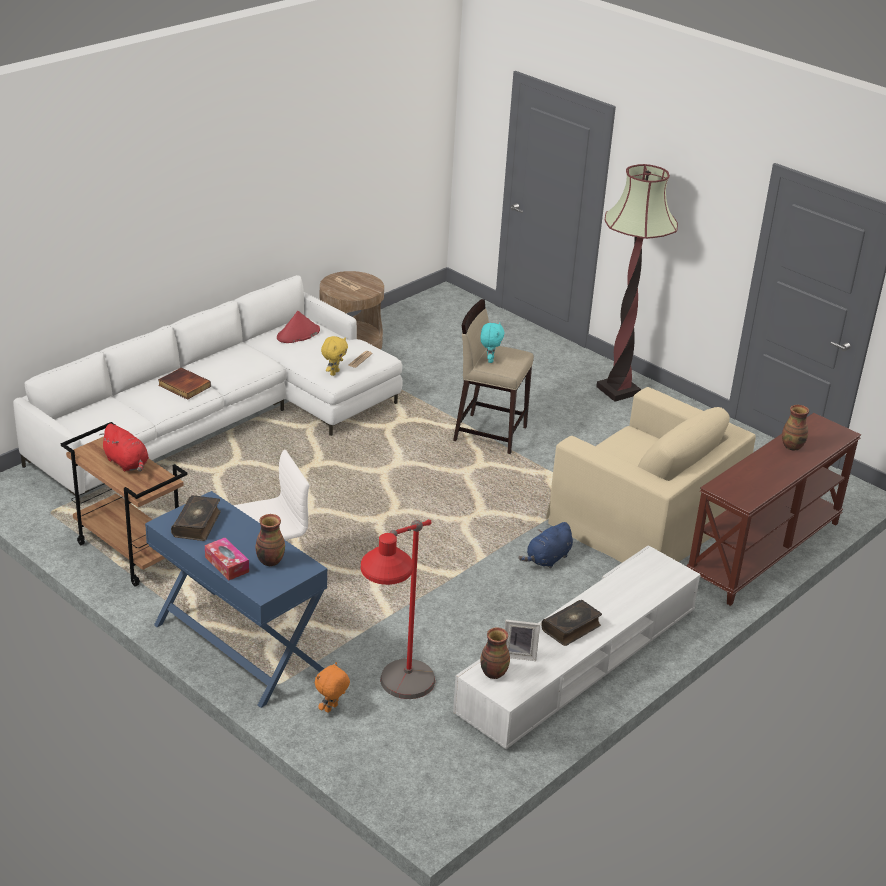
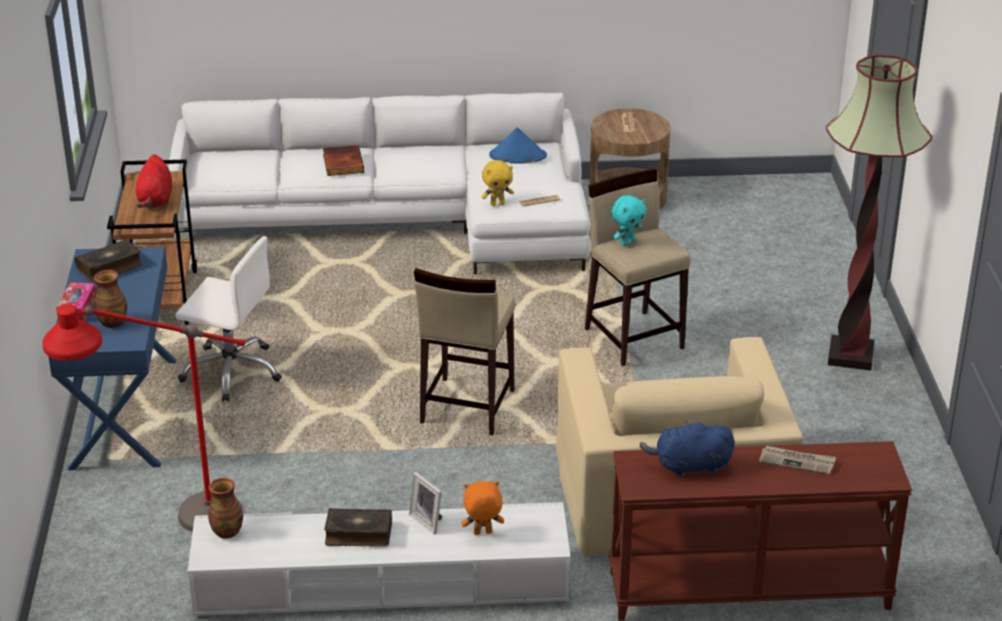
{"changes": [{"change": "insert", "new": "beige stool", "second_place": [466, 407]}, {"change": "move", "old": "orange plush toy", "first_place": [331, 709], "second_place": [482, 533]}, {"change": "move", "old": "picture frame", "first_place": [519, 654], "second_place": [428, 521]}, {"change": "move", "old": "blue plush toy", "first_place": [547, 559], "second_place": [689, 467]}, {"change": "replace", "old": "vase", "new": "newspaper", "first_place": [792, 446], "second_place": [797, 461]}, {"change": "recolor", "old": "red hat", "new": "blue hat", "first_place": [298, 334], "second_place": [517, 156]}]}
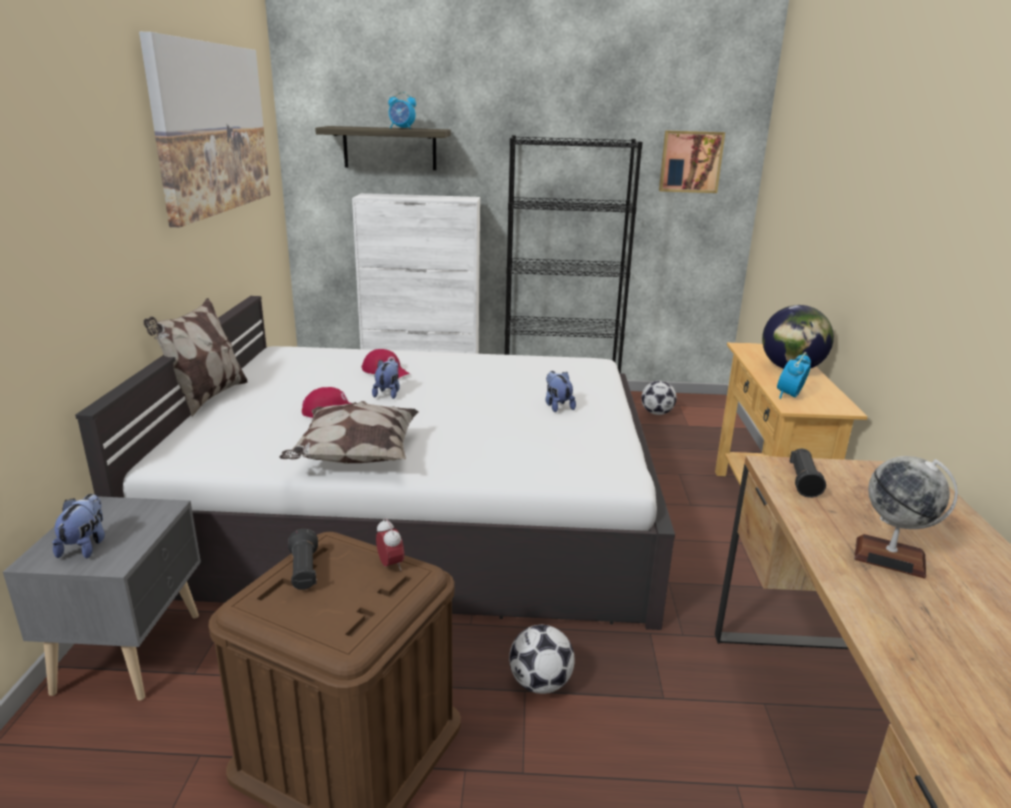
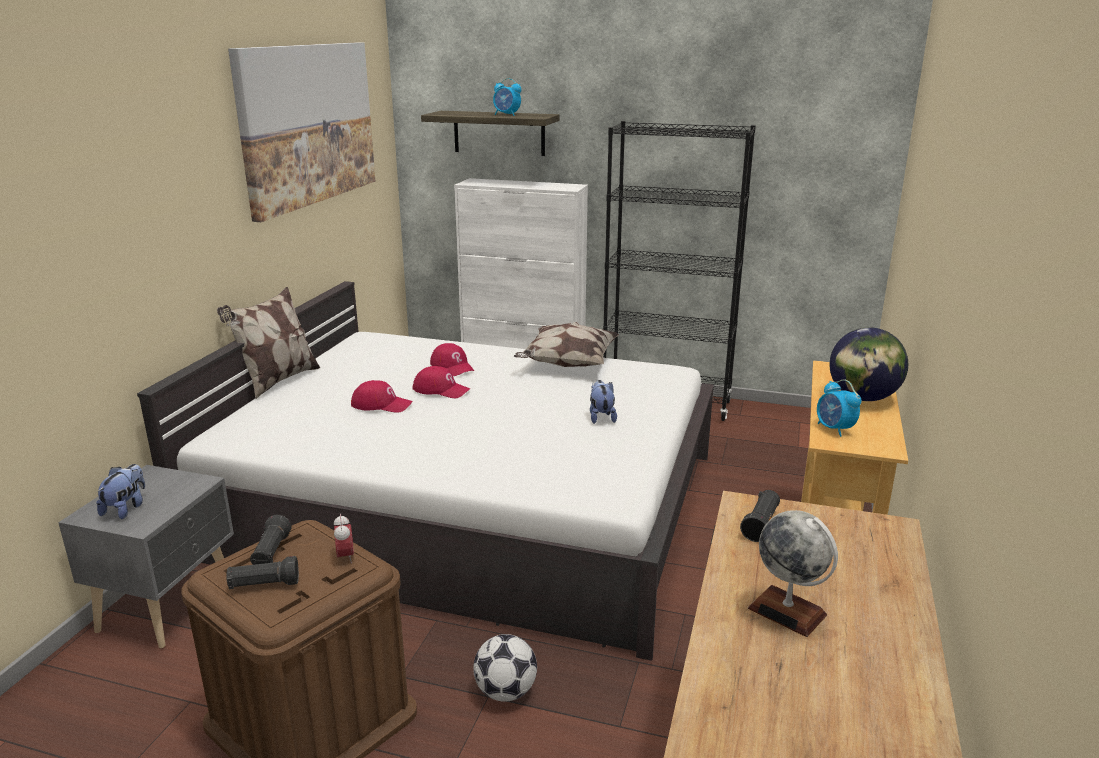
{"changes": [{"change": "delete", "old": "football", "first_place": [657, 413]}, {"change": "delete", "old": "picture", "first_place": [690, 161]}, {"change": "insert", "new": "black flashlight", "second_place": [264, 585]}, {"change": "move", "old": "pillow", "first_place": [355, 457], "second_place": [567, 364]}, {"change": "replace", "old": "plush toy", "new": "red cap", "first_place": [388, 393], "second_place": [441, 389]}, {"change": "rotate", "old": "alarm clock", "first_place": [789, 396], "second_place": [834, 429], "degrees": -75}]}
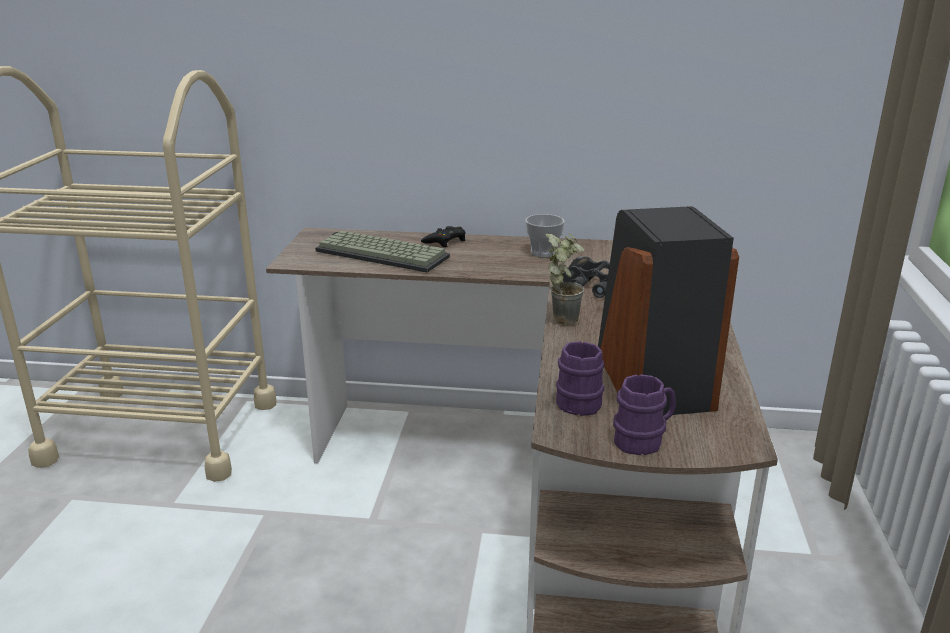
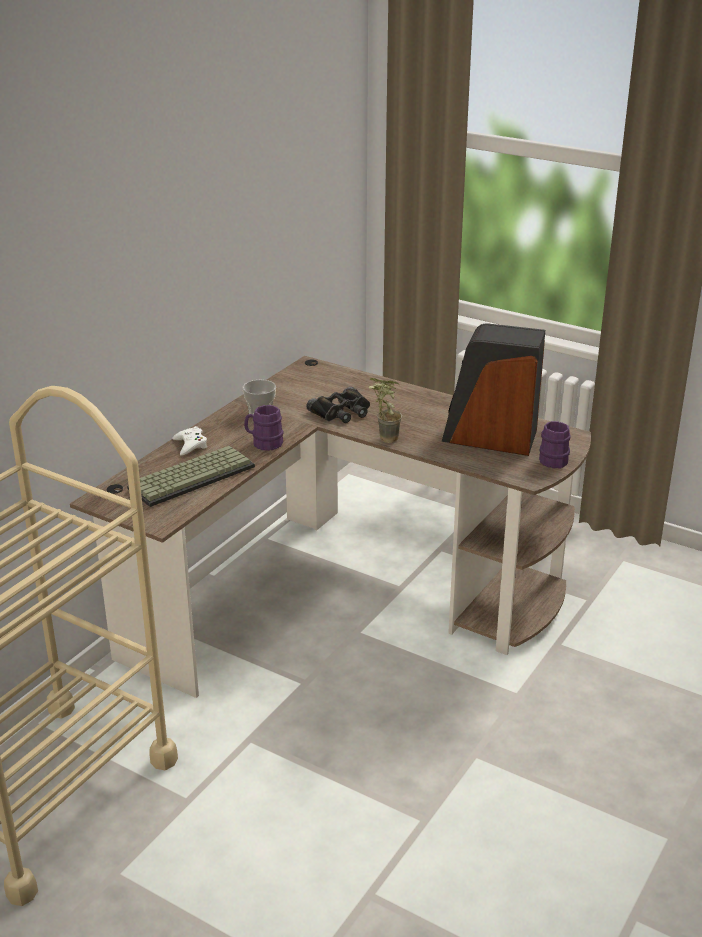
{"changes": [{"change": "move", "old": "purple mug", "first_place": [576, 400], "second_place": [264, 443]}, {"change": "recolor", "old": "black game controller", "new": "white game controller", "first_place": [445, 241], "second_place": [190, 445]}]}
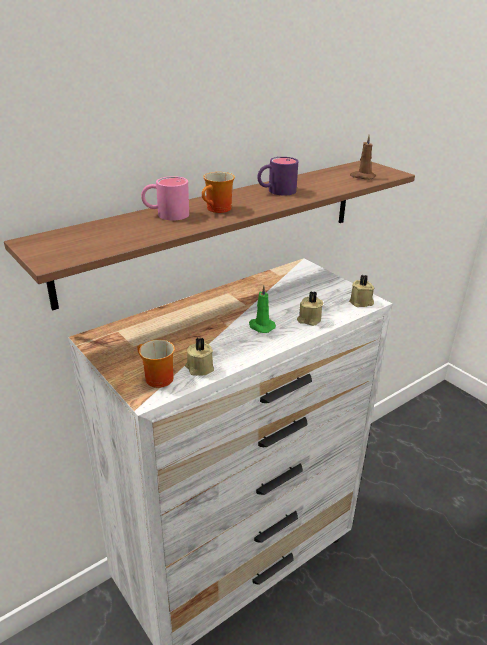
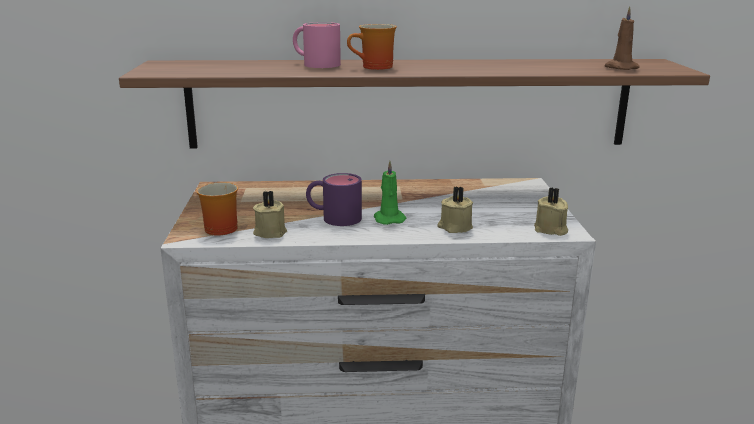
{"changes": [{"change": "move", "old": "purple mug", "first_place": [276, 191], "second_place": [333, 217]}]}
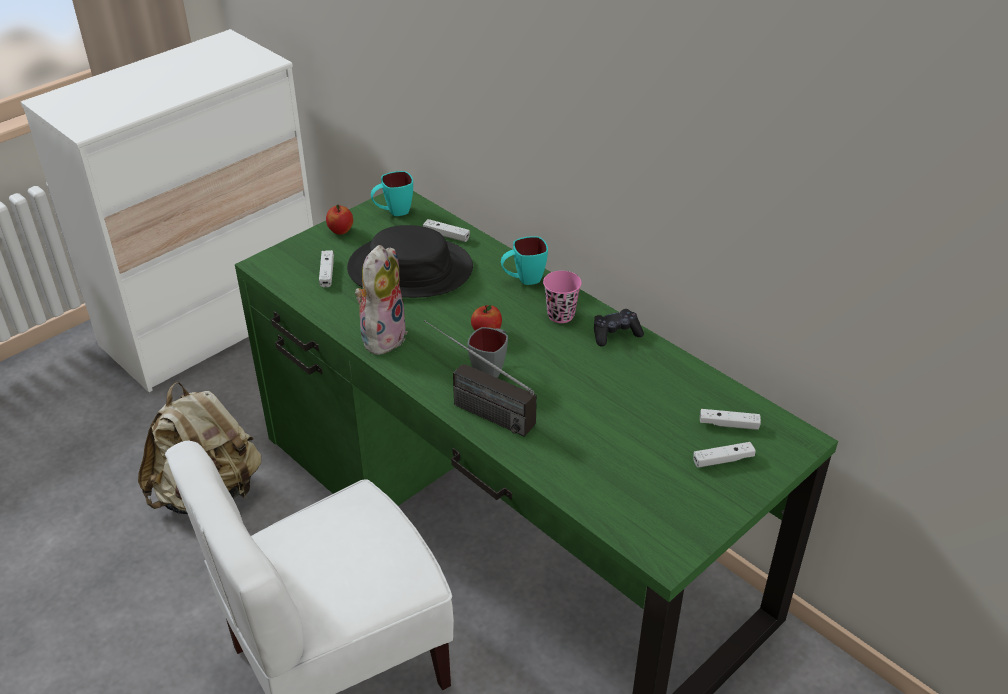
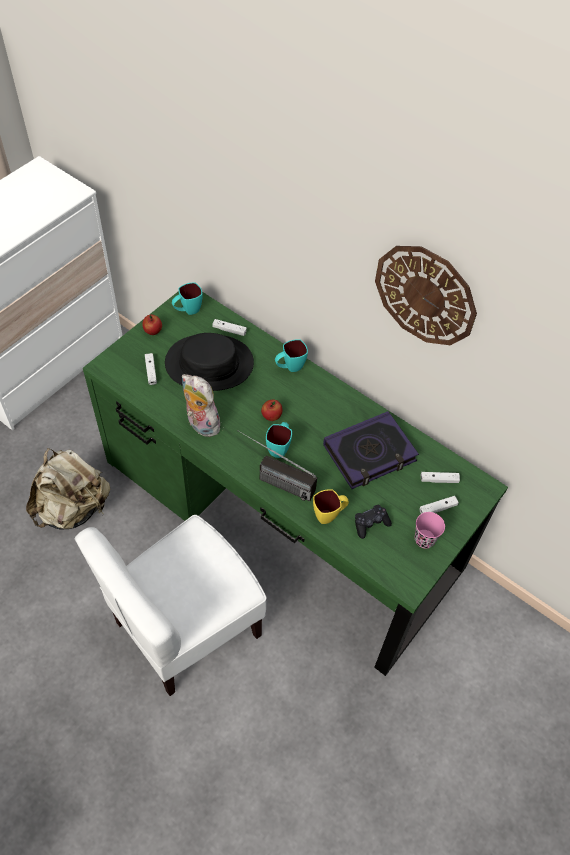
{"changes": [{"change": "insert", "new": "yellow mug", "second_place": [329, 515]}, {"change": "insert", "new": "book", "second_place": [369, 454]}, {"change": "insert", "new": "wall clock", "second_place": [425, 295]}, {"change": "move", "old": "pink cup", "first_place": [560, 315], "second_place": [424, 539]}, {"change": "move", "old": "black game controller", "first_place": [615, 334], "second_place": [370, 523]}, {"change": "recolor", "old": "grey mug", "new": "turquoise mug", "first_place": [491, 369], "second_place": [279, 447]}, {"change": "rotate", "old": "plush toy", "first_place": [382, 335], "second_place": [200, 424], "degrees": -60}]}
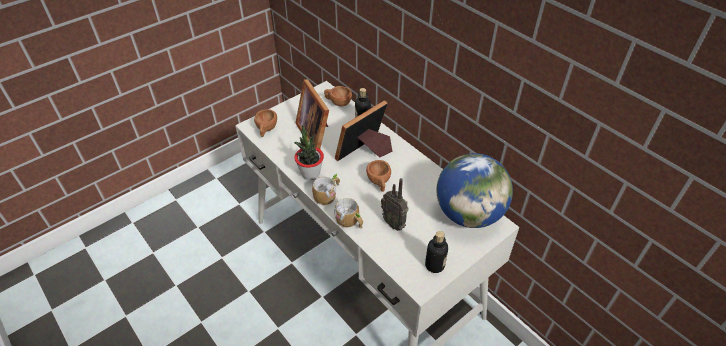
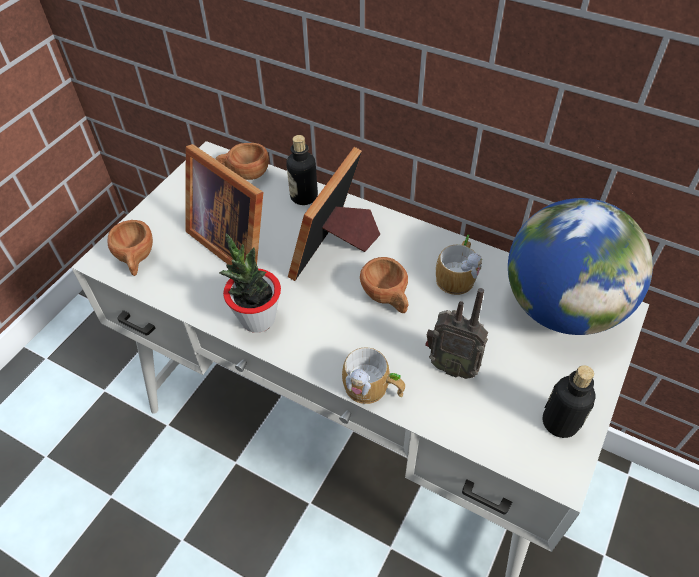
{"changes": [{"change": "move", "old": "mug", "first_place": [328, 195], "second_place": [458, 275]}]}
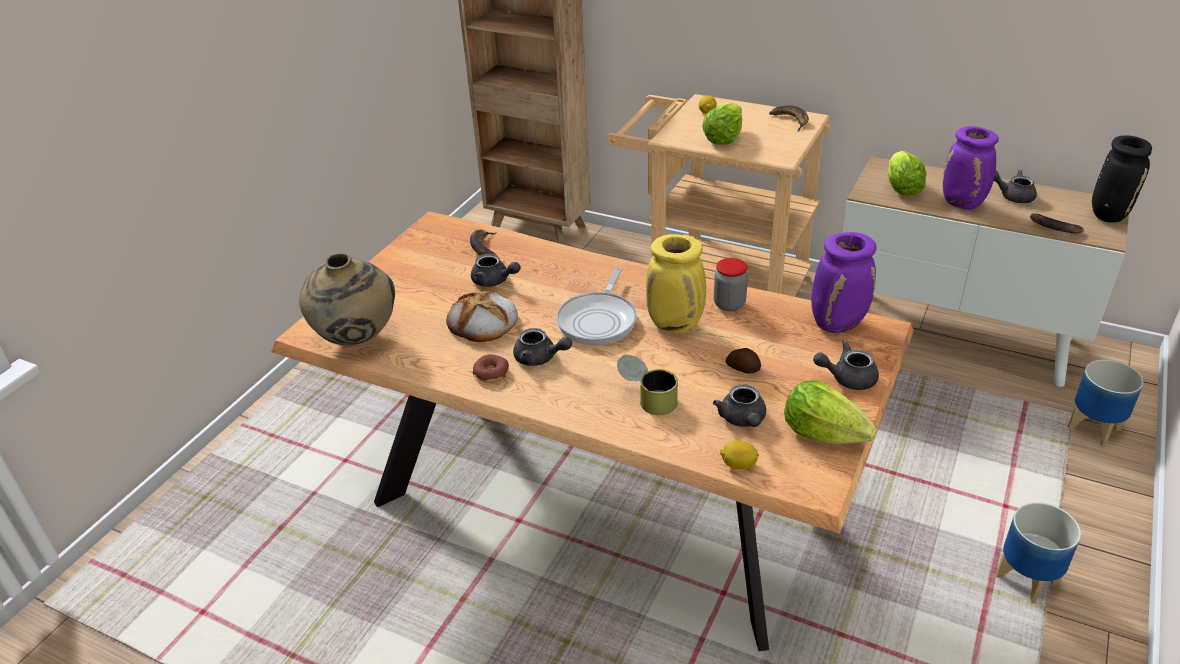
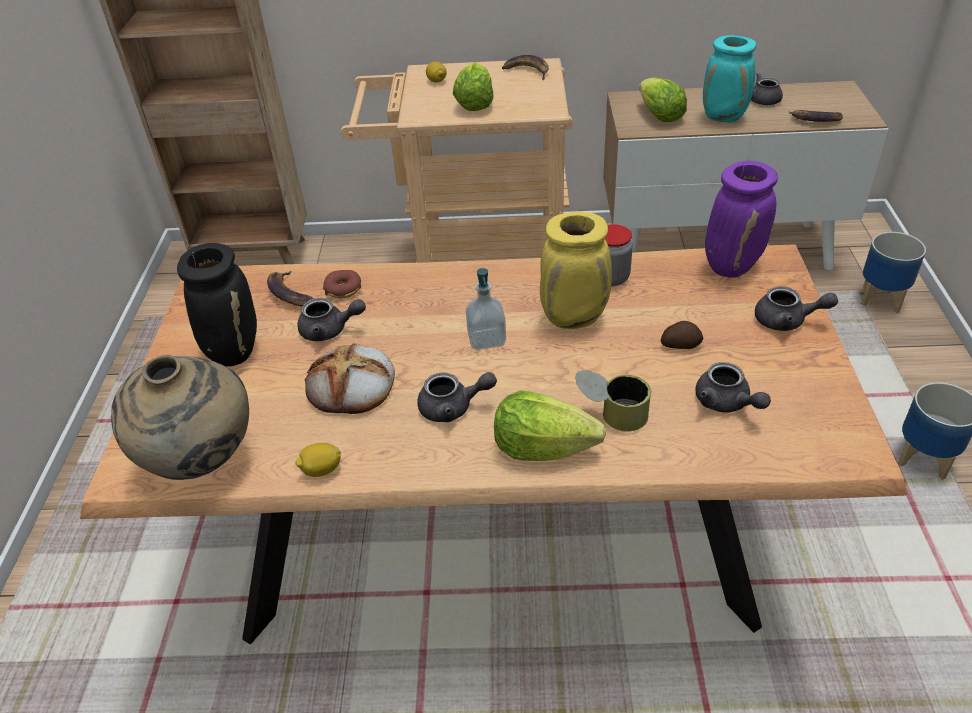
{"changes": [{"change": "move", "old": "donut", "first_place": [491, 373], "second_place": [343, 289]}, {"change": "move", "old": "lemon", "first_place": [738, 465], "second_place": [321, 470]}, {"change": "move", "old": "lettuce", "first_place": [822, 433], "second_place": [542, 447]}, {"change": "move", "old": "black vase", "first_place": [1107, 215], "second_place": [234, 351]}, {"change": "replace", "old": "frying pan", "new": "soap dispenser", "first_place": [599, 320], "second_place": [486, 339]}, {"change": "recolor", "old": "purple vase", "new": "turquoise vase", "first_place": [963, 204], "second_place": [724, 117]}, {"change": "rotate", "old": "grey teapot", "first_place": [847, 378], "second_place": [787, 321], "degrees": -135}]}
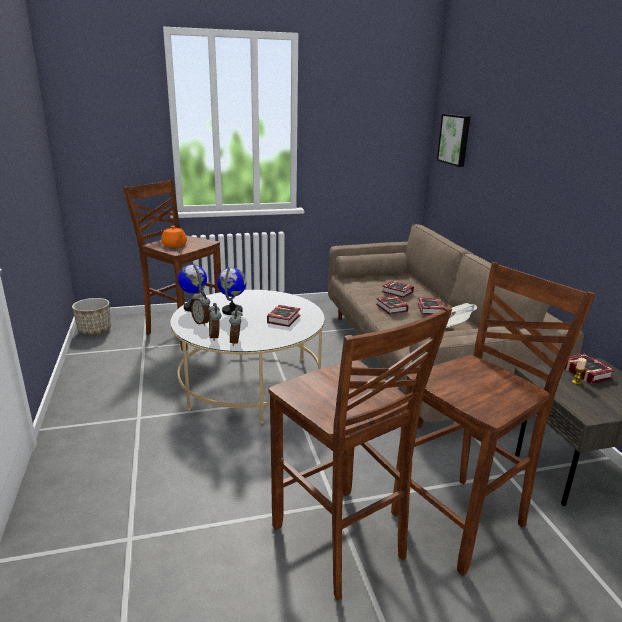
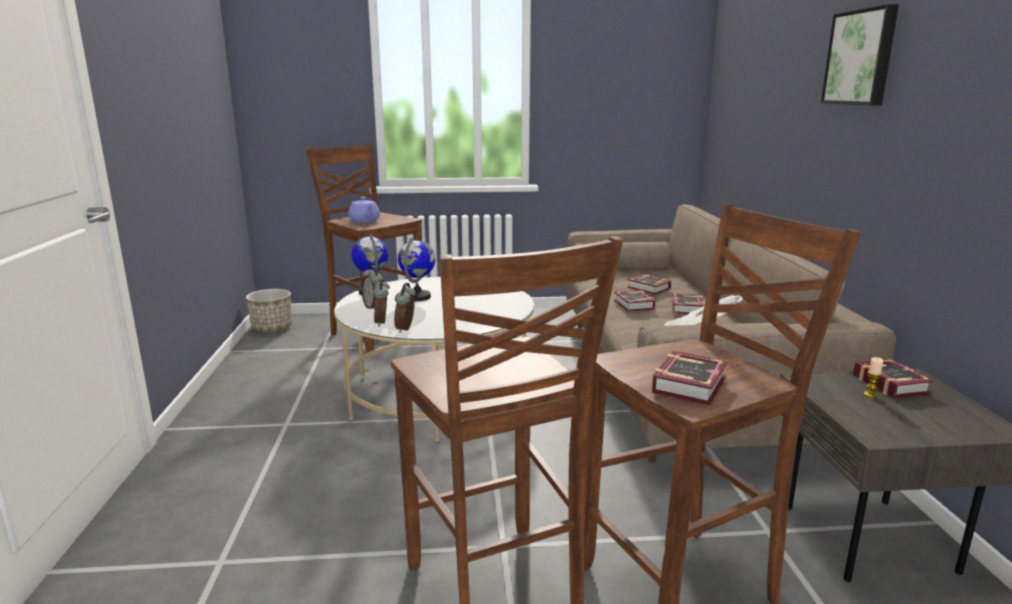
{"changes": [{"change": "move", "old": "book", "first_place": [285, 318], "second_place": [692, 384]}, {"change": "move", "old": "picture", "first_place": [455, 139], "second_place": [862, 57]}, {"change": "recolor", "old": "orange teapot", "new": "purple teapot", "first_place": [174, 245], "second_place": [364, 221]}]}
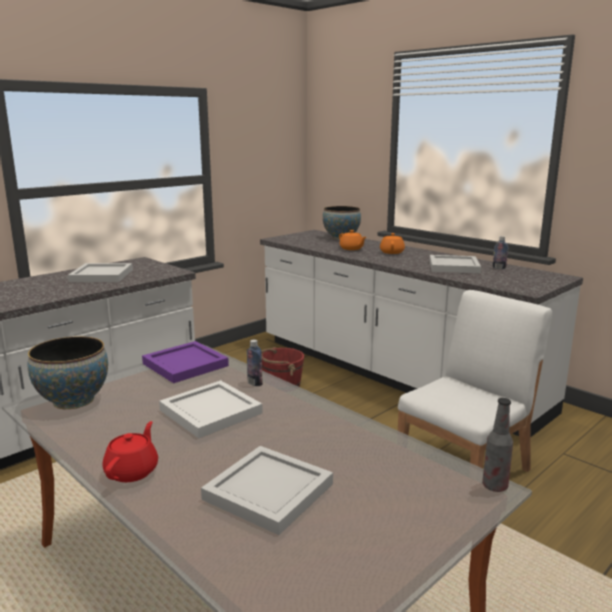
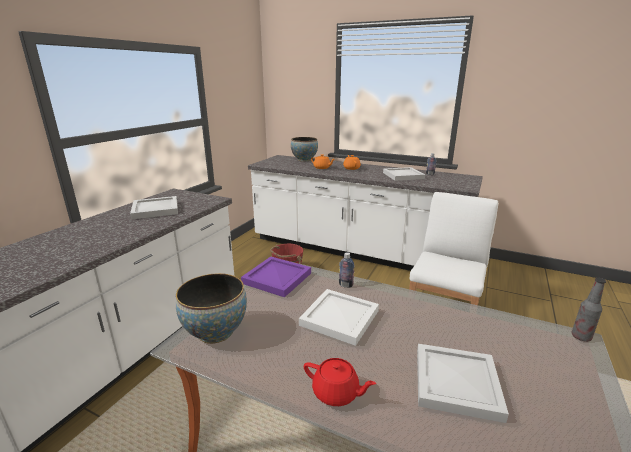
{"changes": [{"change": "rotate", "old": "red teapot", "first_place": [132, 471], "second_place": [336, 393], "degrees": 120}]}
